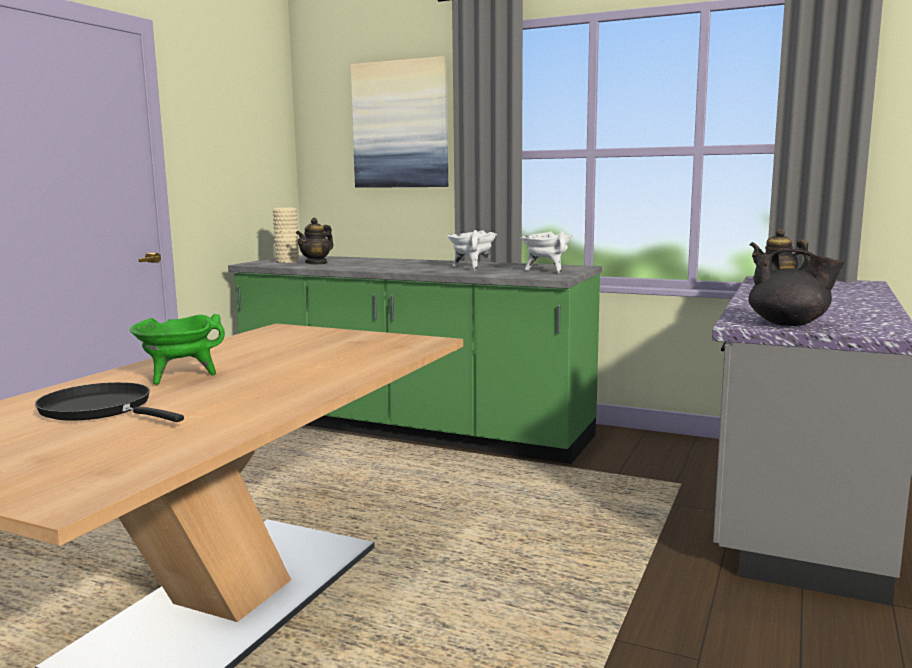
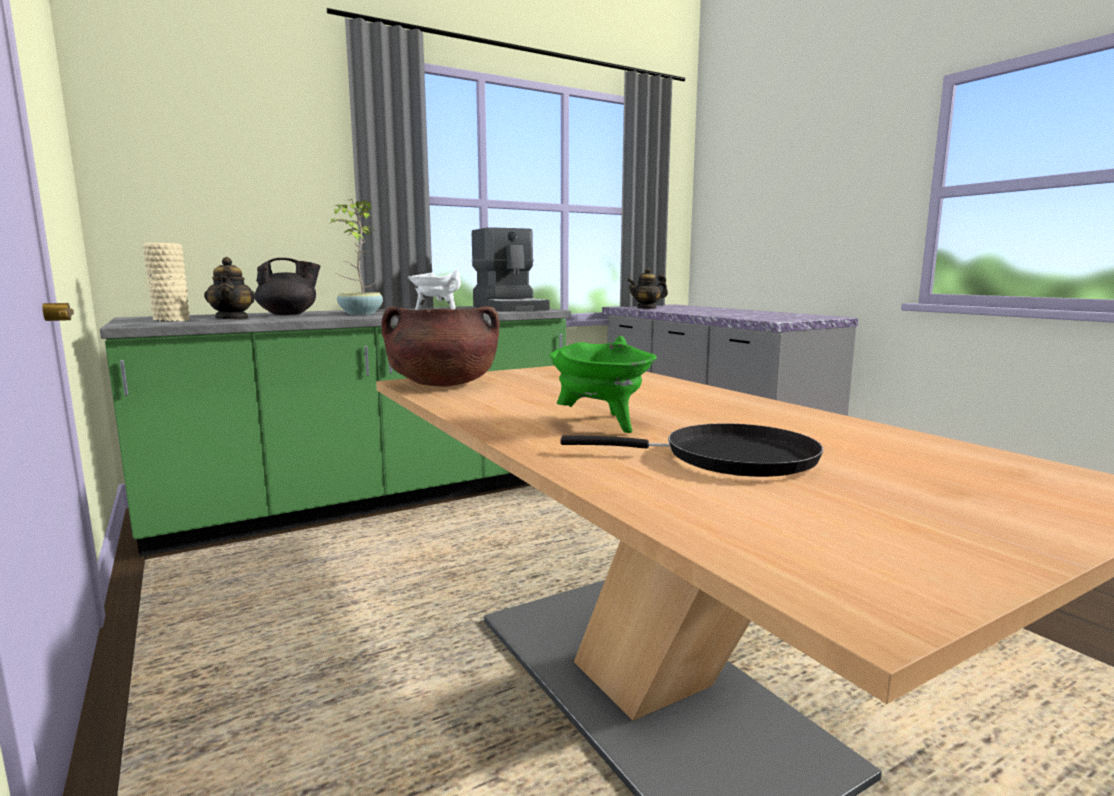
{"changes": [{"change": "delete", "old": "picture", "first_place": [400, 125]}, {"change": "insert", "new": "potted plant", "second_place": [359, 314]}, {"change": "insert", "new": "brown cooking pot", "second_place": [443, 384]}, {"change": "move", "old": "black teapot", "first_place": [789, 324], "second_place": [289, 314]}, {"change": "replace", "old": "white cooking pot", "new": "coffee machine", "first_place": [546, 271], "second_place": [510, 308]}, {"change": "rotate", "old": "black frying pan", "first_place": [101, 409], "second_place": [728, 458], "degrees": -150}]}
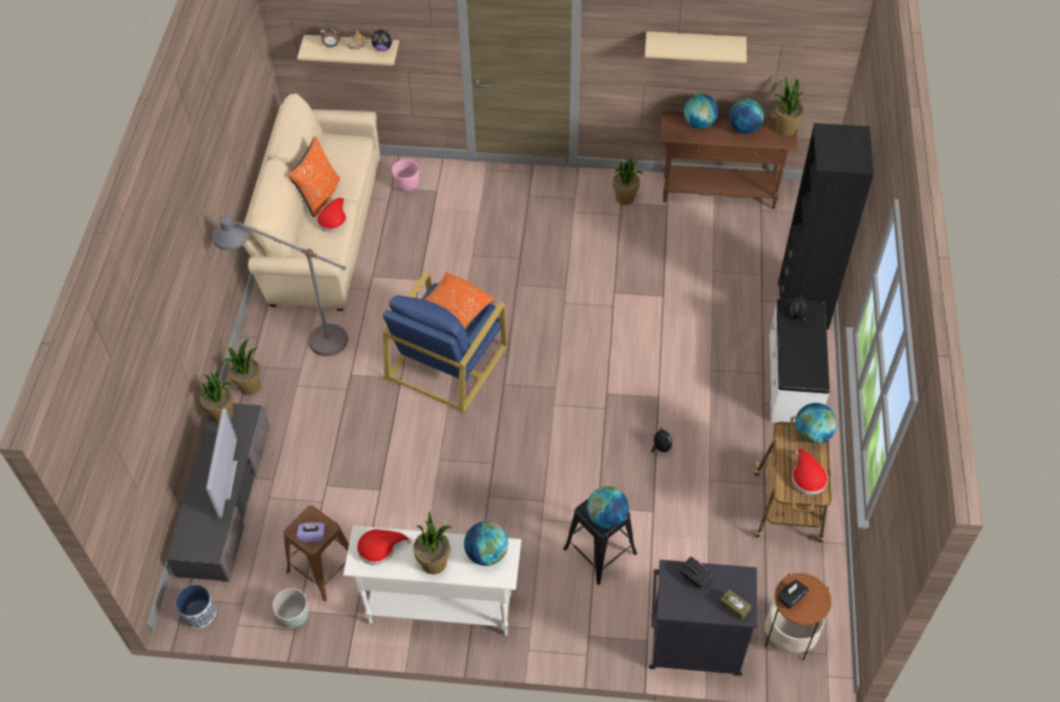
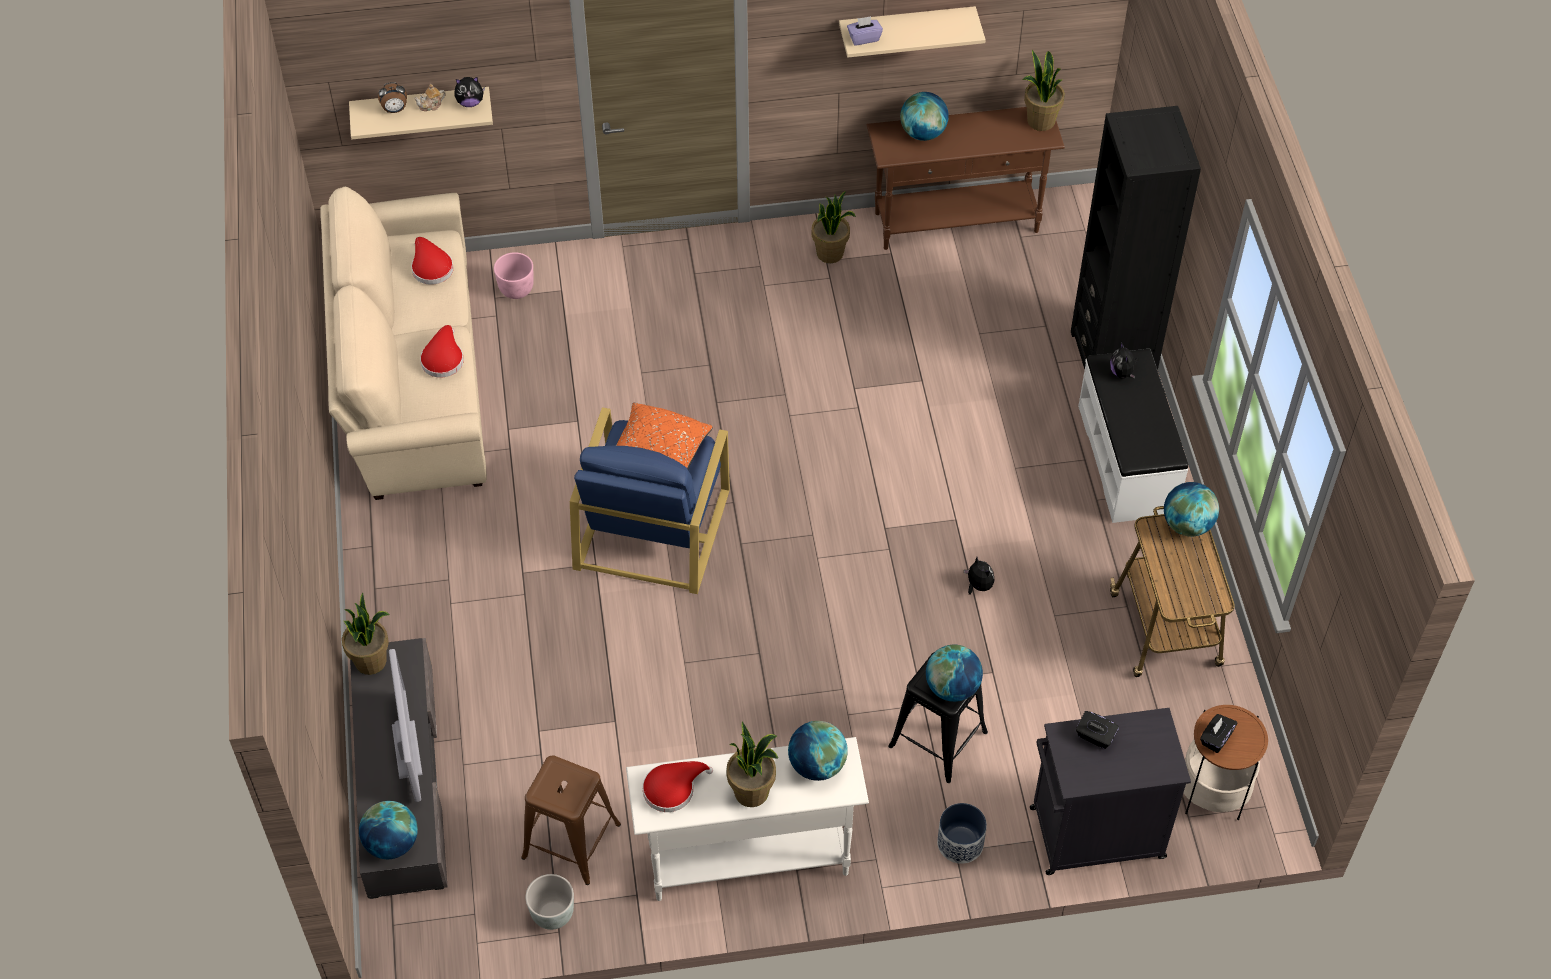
{"changes": [{"change": "delete", "old": "grey floor lamp", "first_place": [301, 338]}, {"change": "delete", "old": "potted plant", "first_place": [250, 386]}, {"change": "delete", "old": "orange pillow", "first_place": [319, 196]}, {"change": "delete", "old": "brown tissue box", "first_place": [734, 607]}, {"change": "move", "old": "planter", "first_place": [199, 613], "second_place": [960, 843]}, {"change": "move", "old": "purple tissue box", "first_place": [312, 535], "second_place": [864, 38]}, {"change": "move", "old": "globe", "first_place": [744, 128], "second_place": [392, 843]}, {"change": "move", "old": "red hat", "first_place": [807, 477], "second_place": [431, 267]}]}
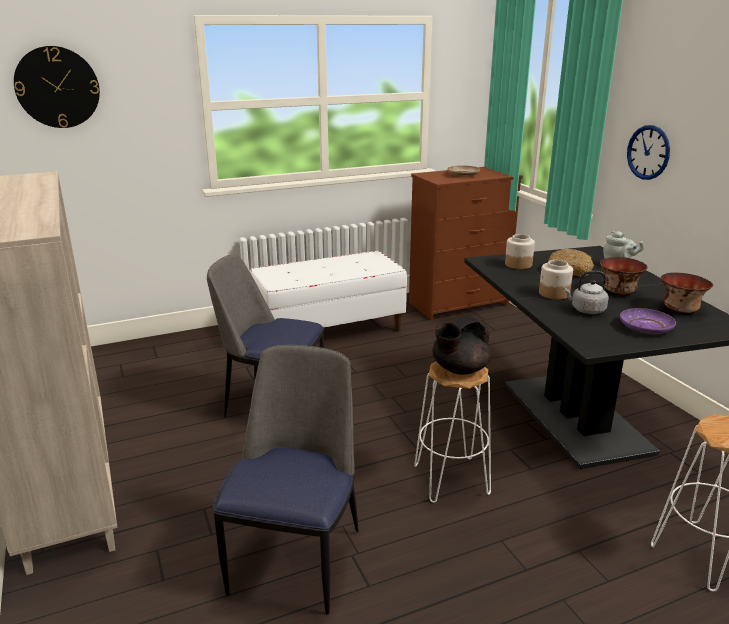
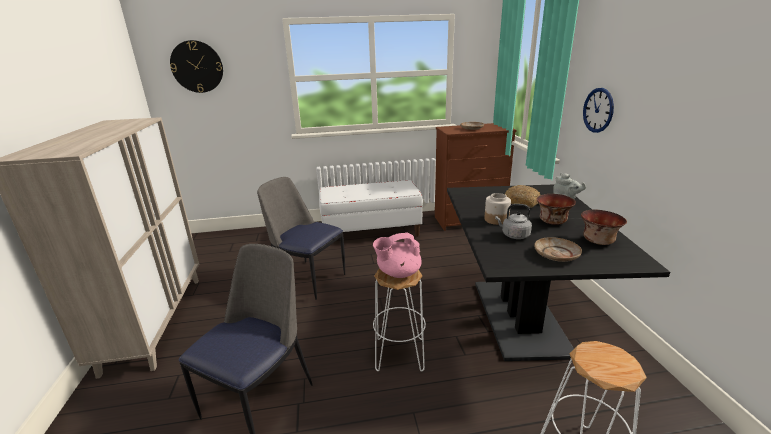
{"changes": [{"change": "delete", "old": "jar", "first_place": [518, 264]}, {"change": "recolor", "old": "black teapot", "new": "pink teapot", "first_place": [459, 369], "second_place": [398, 273]}, {"change": "recolor", "old": "purple plate", "new": "beige plate", "first_place": [646, 328], "second_place": [556, 255]}]}
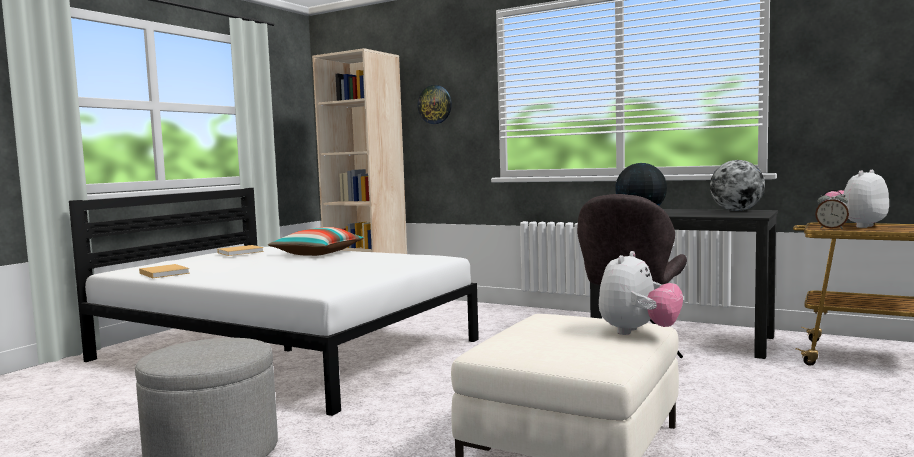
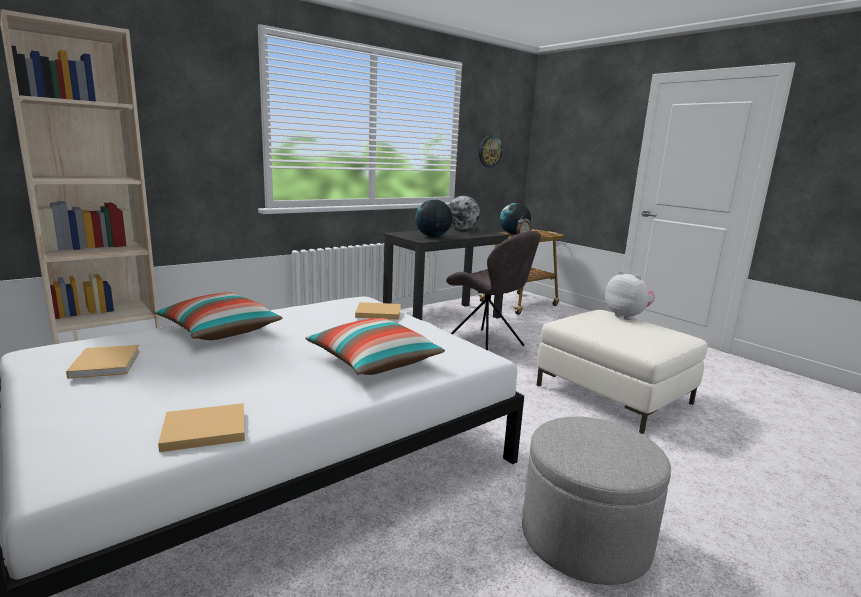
{"changes": [{"change": "insert", "new": "pillow", "second_place": [374, 362]}, {"change": "insert", "new": "beige book", "second_place": [377, 313]}, {"change": "move", "old": "wall clock", "first_place": [435, 104], "second_place": [490, 151]}, {"change": "replace", "old": "plush toy", "new": "globe", "first_place": [856, 226], "second_place": [514, 234]}]}
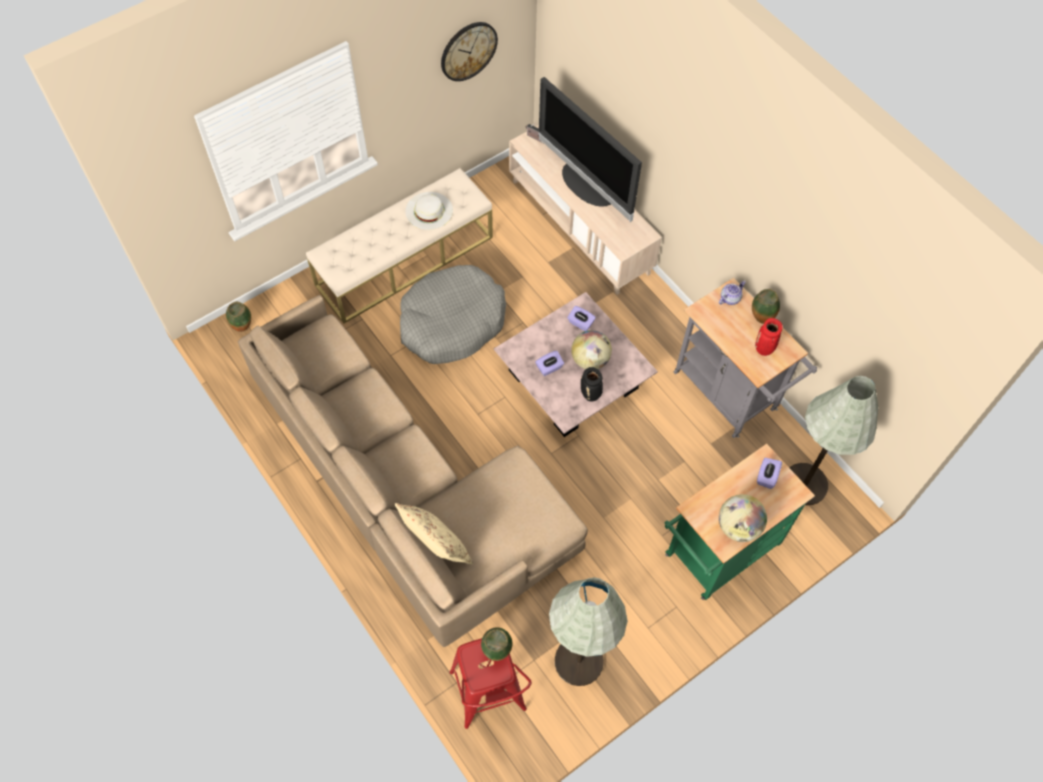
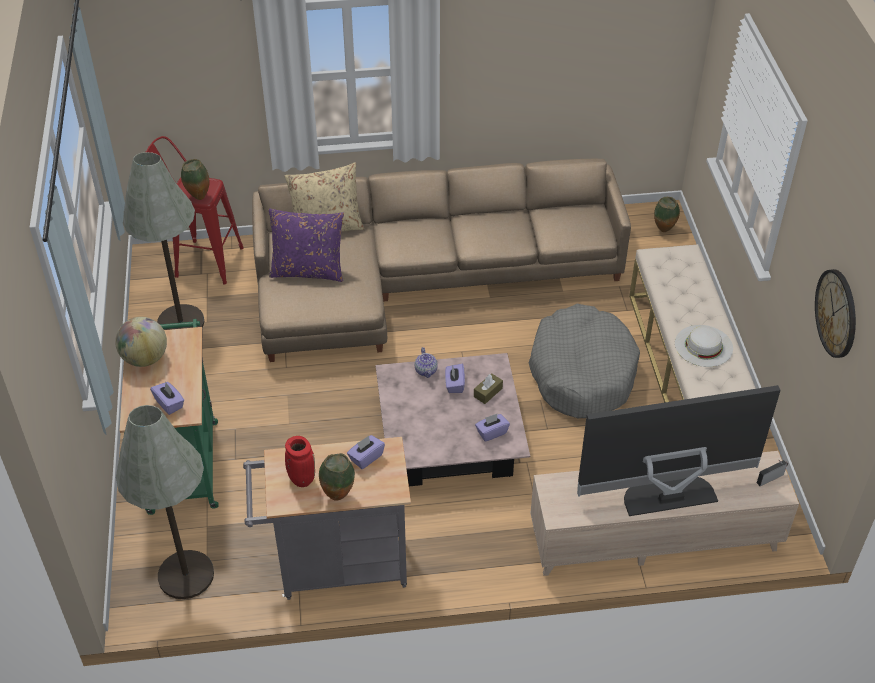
{"changes": [{"change": "delete", "old": "globe", "first_place": [590, 360]}, {"change": "delete", "old": "black vase", "first_place": [590, 395]}, {"change": "insert", "new": "purple pillow", "second_place": [308, 270]}, {"change": "insert", "new": "purple tissue box", "second_place": [366, 458]}, {"change": "insert", "new": "brown tissue box", "second_place": [488, 392]}, {"change": "move", "old": "teapot", "first_place": [730, 298], "second_place": [426, 371]}]}
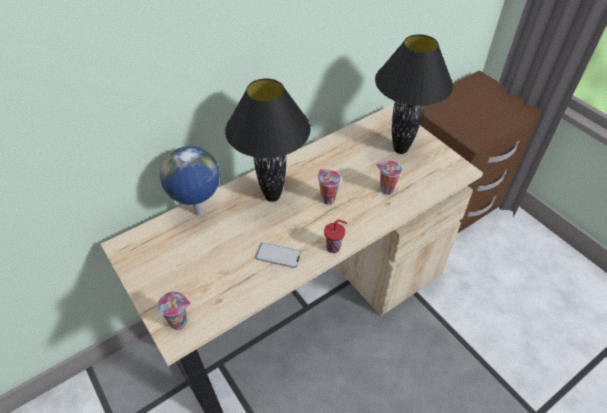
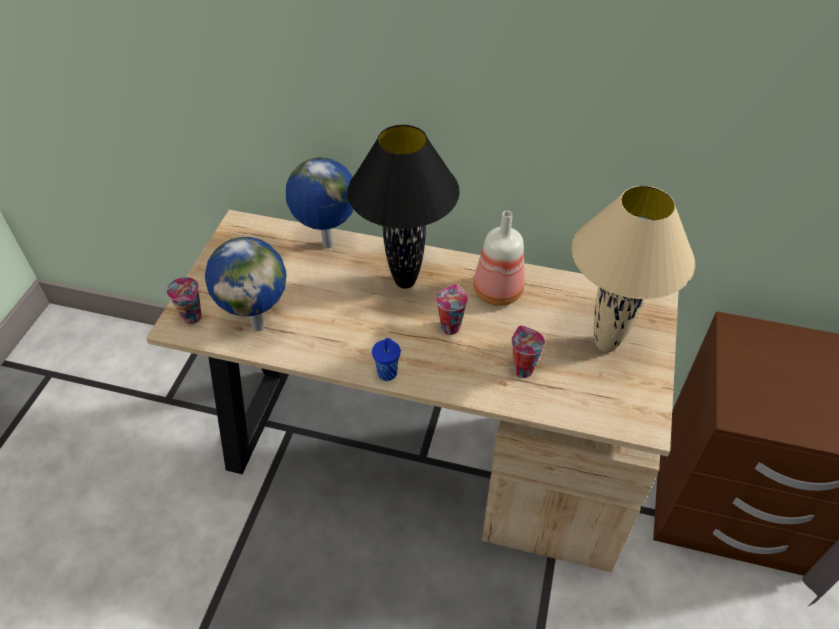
{"changes": [{"change": "delete", "old": "phone", "first_place": [278, 256]}, {"change": "insert", "new": "globe", "second_place": [258, 325]}, {"change": "insert", "new": "bottle", "second_place": [496, 292]}, {"change": "recolor", "old": "red cup", "new": "blue cup", "first_place": [334, 247], "second_place": [388, 374]}, {"change": "recolor", "old": "black table lamp", "new": "beige table lamp", "first_place": [401, 149], "second_place": [607, 345]}]}
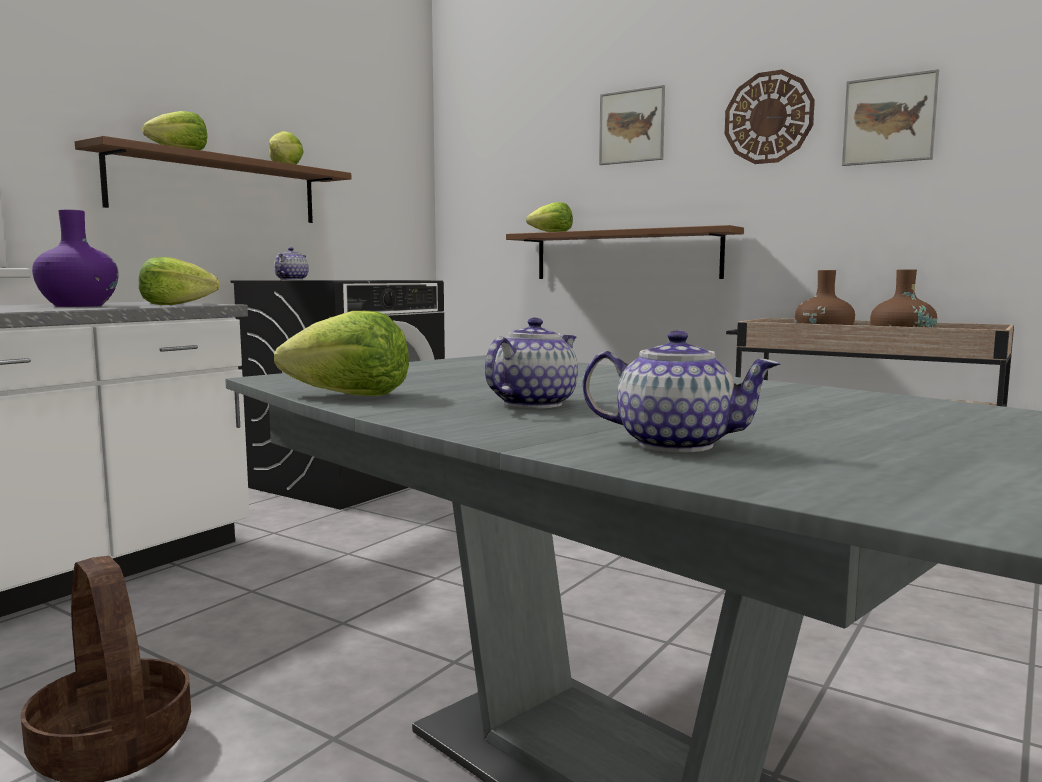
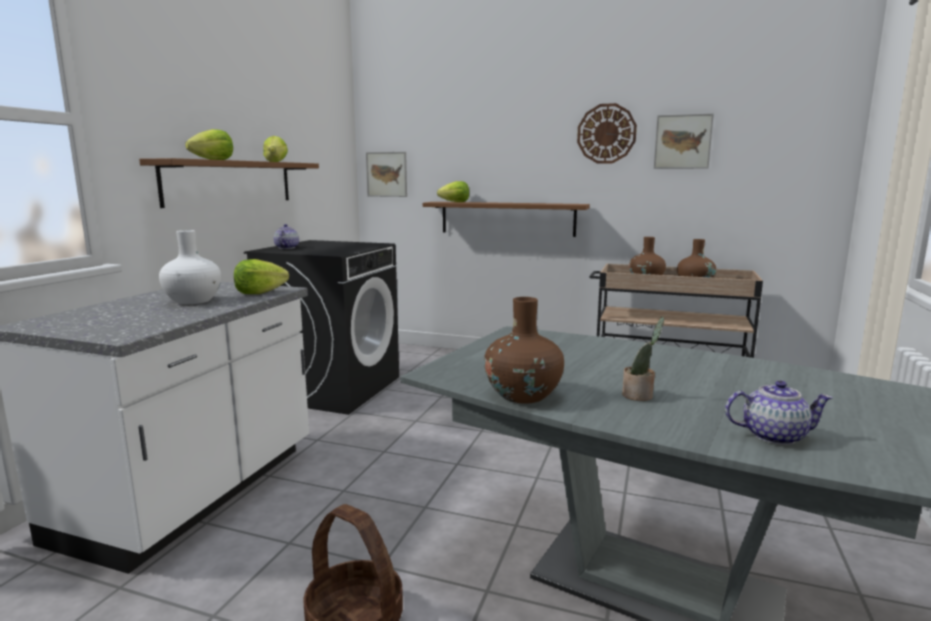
{"changes": [{"change": "move", "old": "picture", "first_place": [631, 126], "second_place": [386, 174]}, {"change": "replace", "old": "lettuce", "new": "brown vase", "first_place": [349, 395], "second_place": [523, 395]}, {"change": "replace", "old": "teapot", "new": "potted plant", "first_place": [533, 403], "second_place": [639, 396]}, {"change": "recolor", "old": "purple vase", "new": "white vase", "first_place": [78, 306], "second_place": [193, 301]}]}
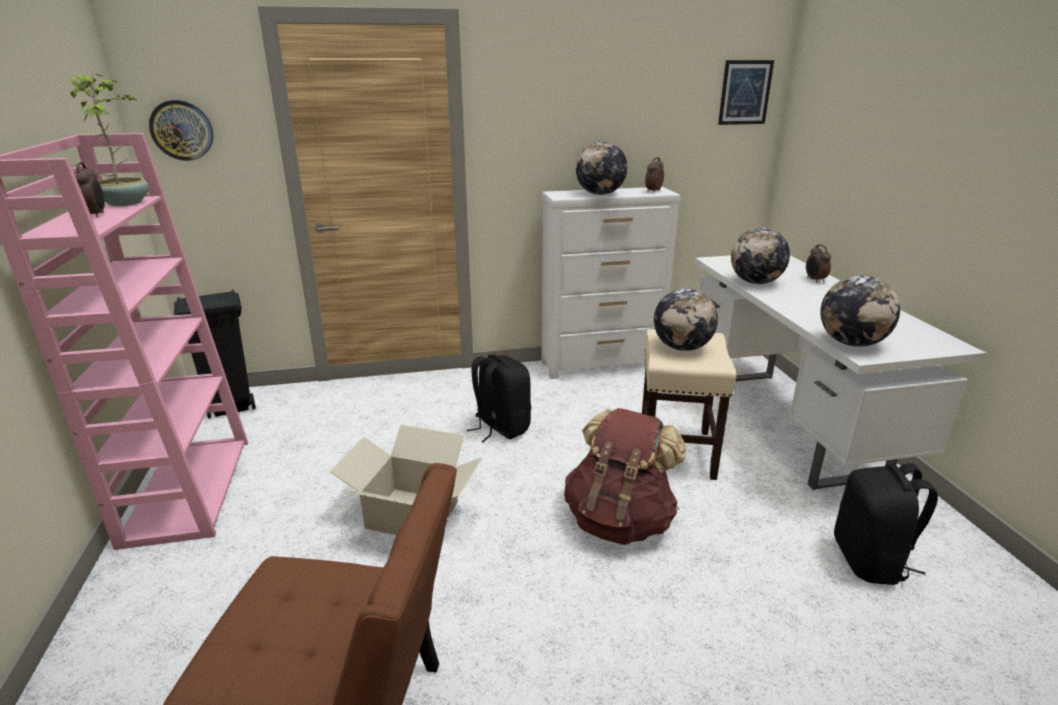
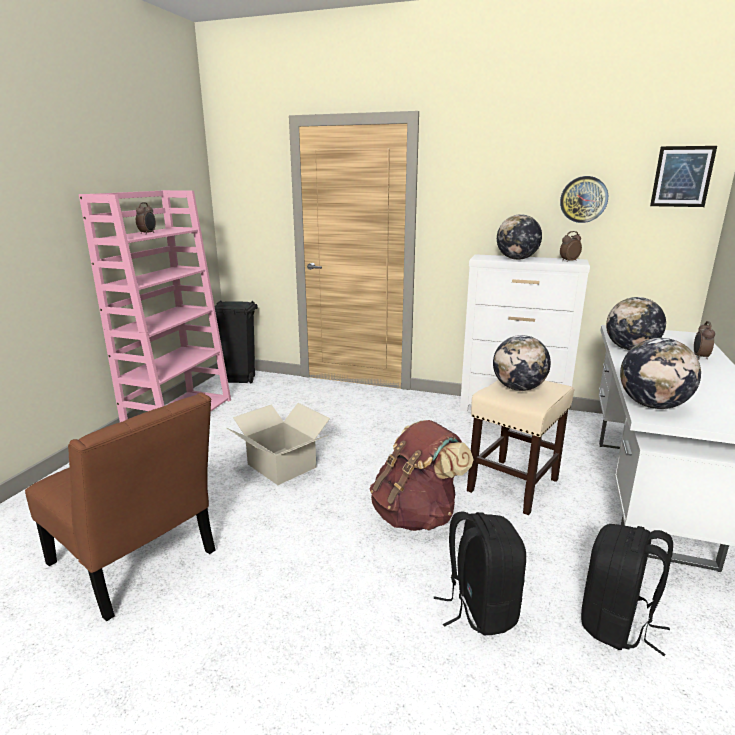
{"changes": [{"change": "delete", "old": "potted plant", "first_place": [126, 203]}, {"change": "move", "old": "wall clock", "first_place": [182, 130], "second_place": [583, 199]}, {"change": "move", "old": "black backpack", "first_place": [500, 427], "second_place": [479, 608]}]}
